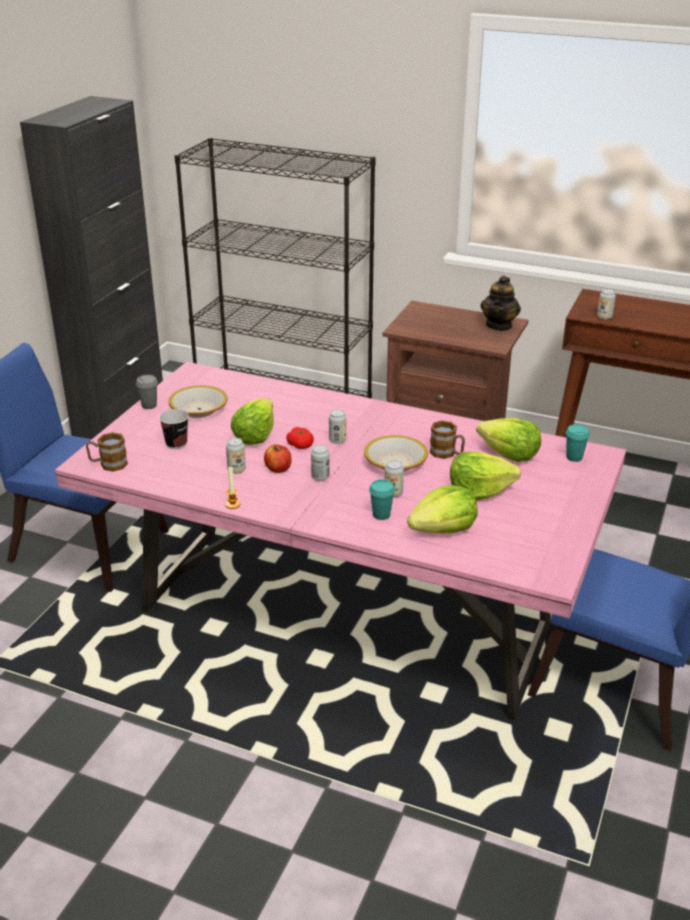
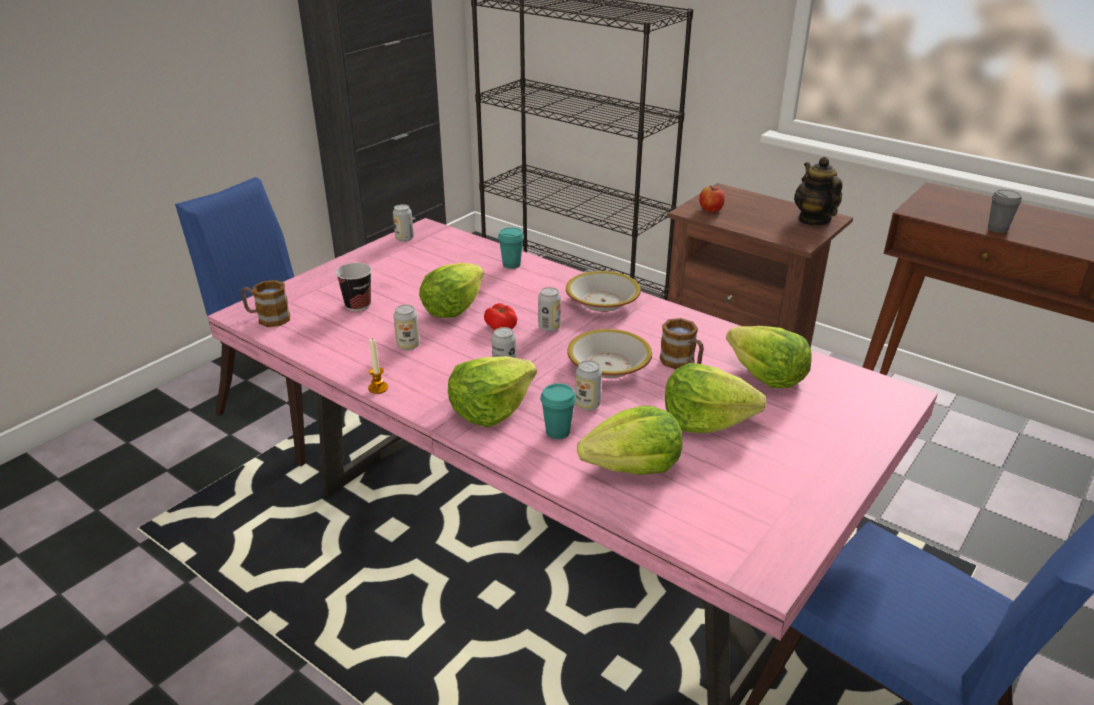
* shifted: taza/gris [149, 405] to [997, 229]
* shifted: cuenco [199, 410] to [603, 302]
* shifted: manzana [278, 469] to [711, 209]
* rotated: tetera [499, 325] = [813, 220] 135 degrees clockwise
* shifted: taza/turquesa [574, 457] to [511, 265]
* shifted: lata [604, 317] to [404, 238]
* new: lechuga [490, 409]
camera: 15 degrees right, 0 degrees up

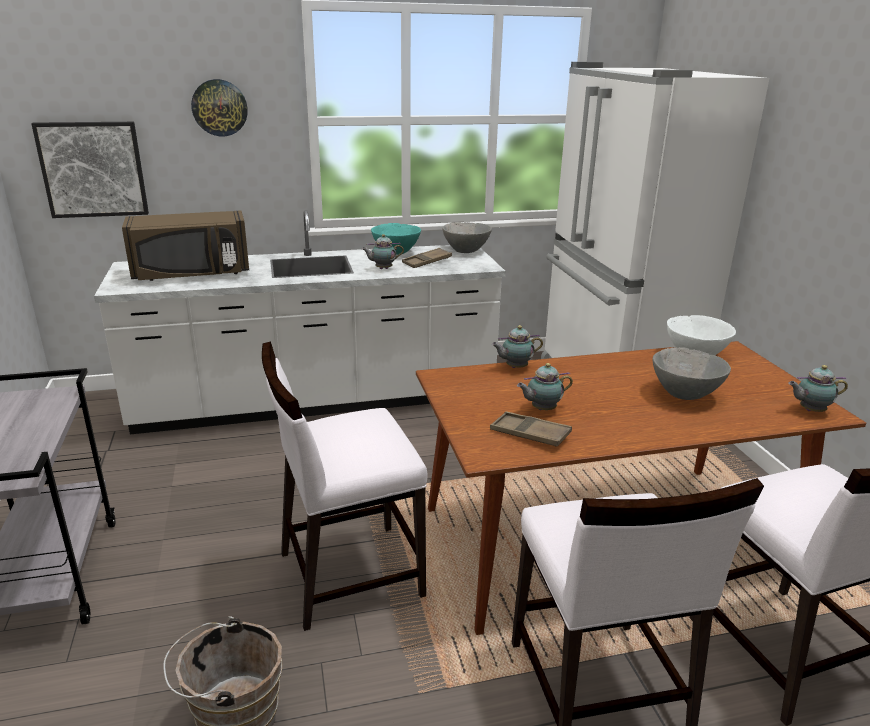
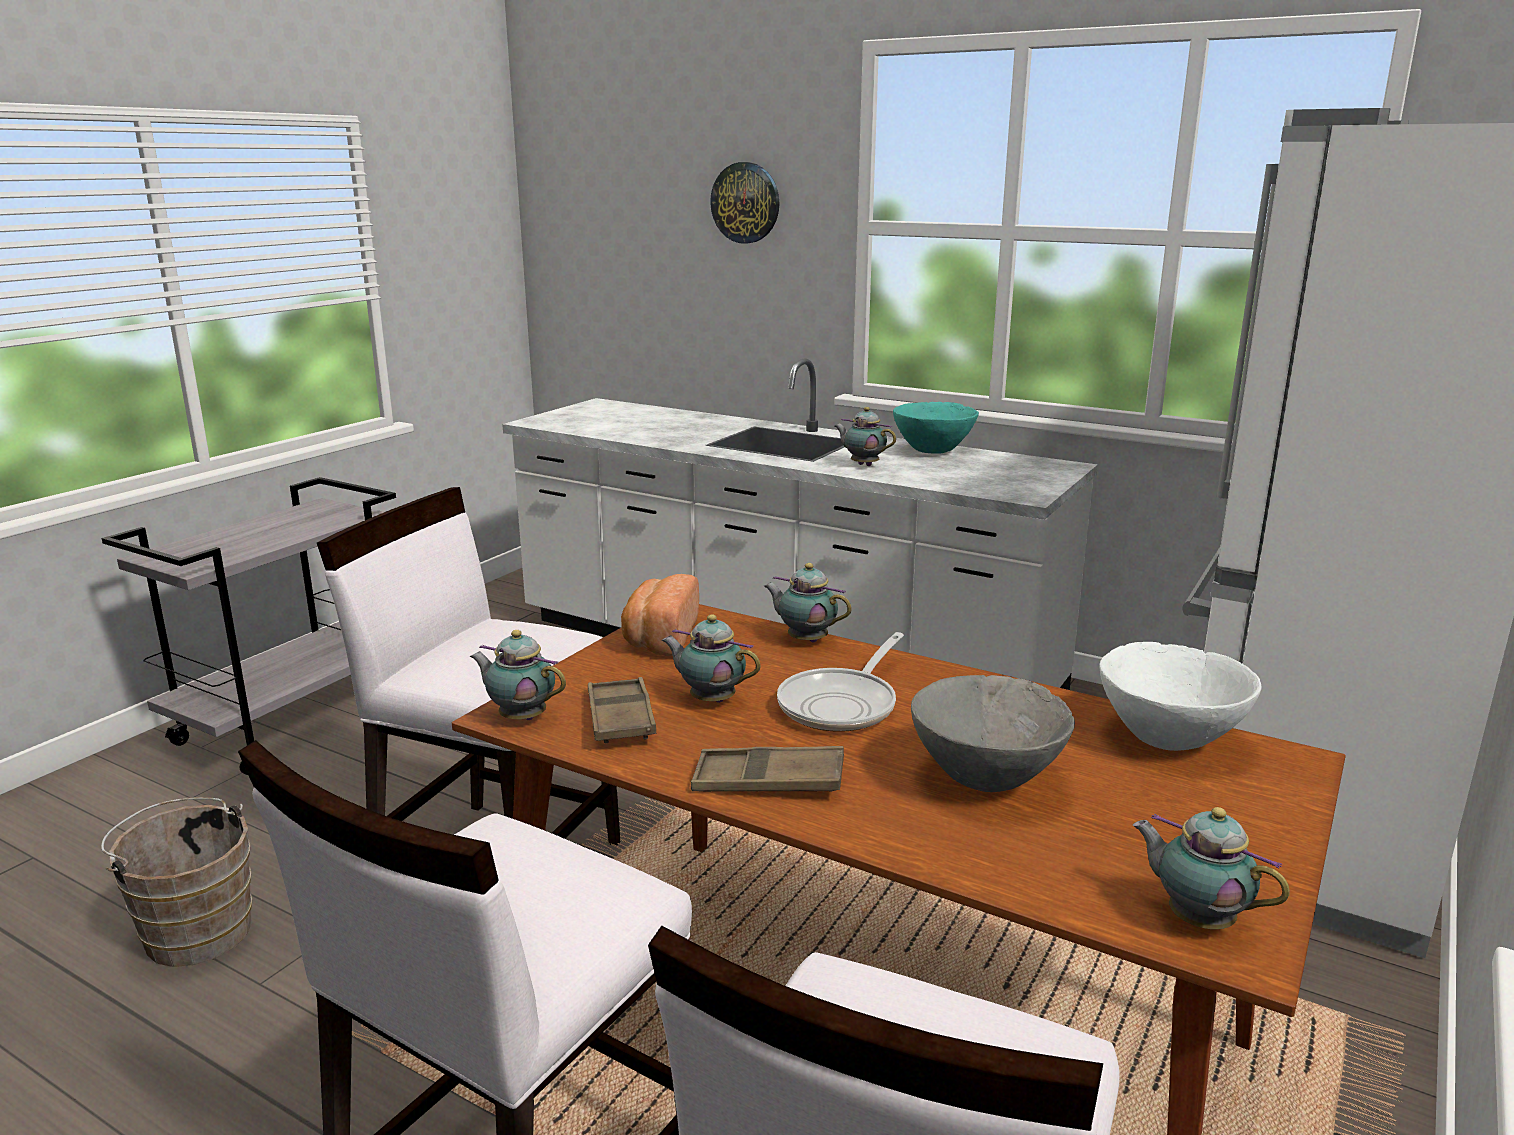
* gone: cuadro [93, 169]
* gone: microondas/marrón [192, 274]
* shifted: bandeja/marrón [427, 262] to [768, 781]
* gone: cuenco/gris [466, 251]
* new: tetera [520, 717]
* new: pan [659, 638]
* new: sartén [842, 704]
camera: 45 degrees right, 5 degrees down

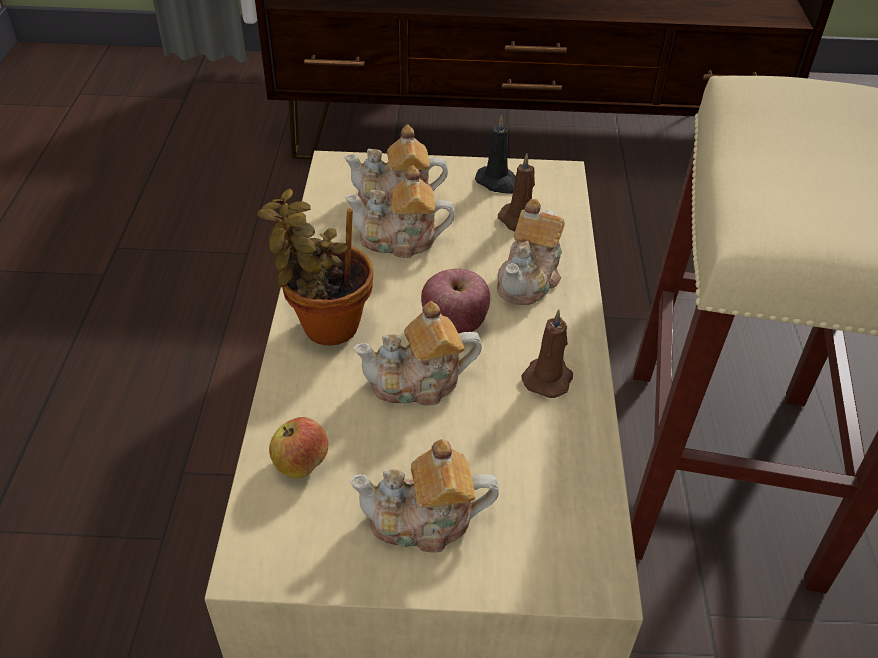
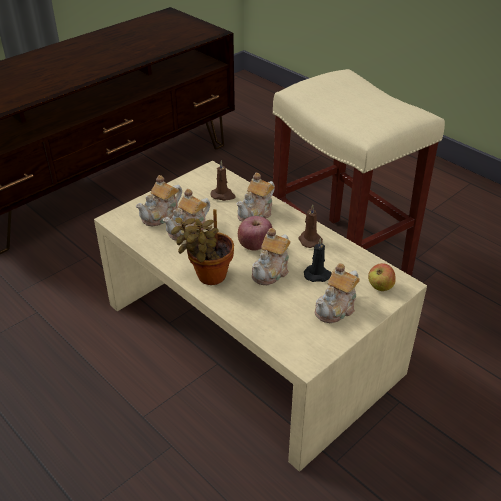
* shifted: manzana [301, 464] to [380, 287]
* shifted: vela/negro [497, 182] to [318, 275]
* rotated: tetera [530, 279] = [256, 213] 60 degrees clockwise
camera: 45 degrees left, 5 degrees down

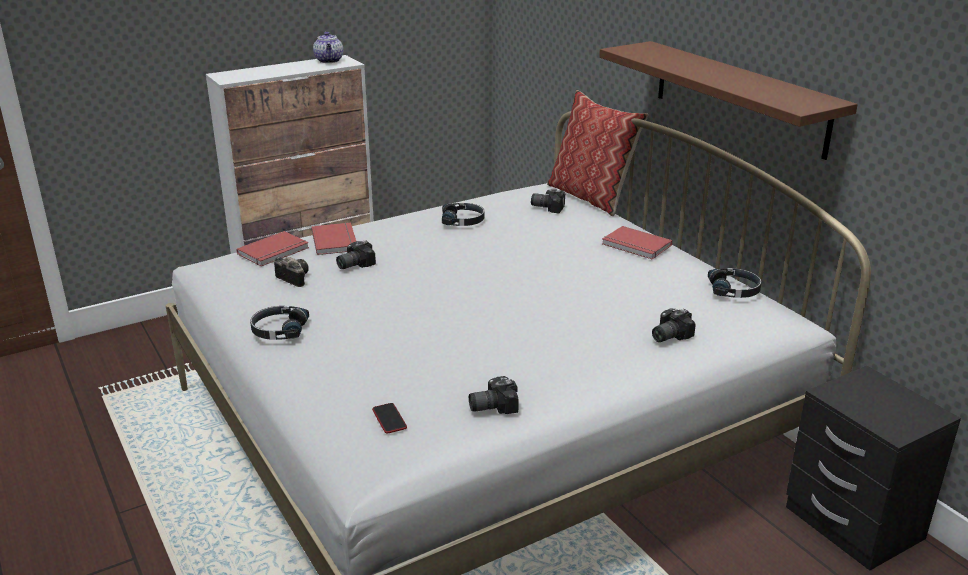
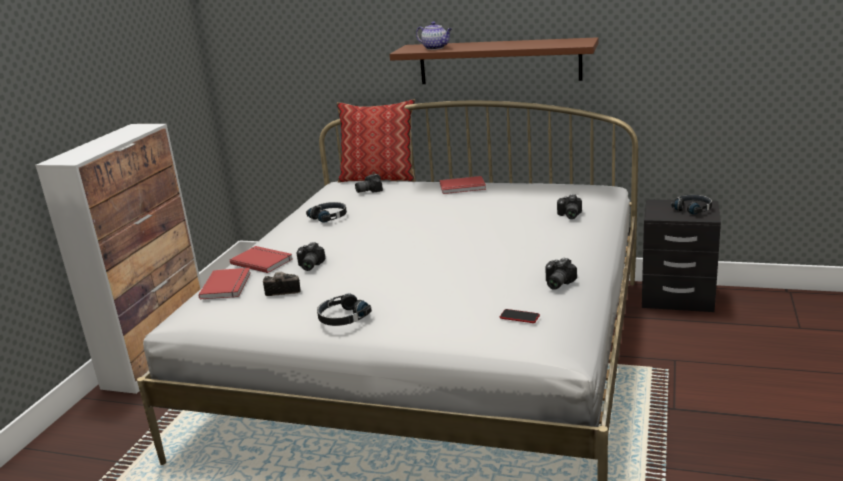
* shifted: tetera [329, 61] to [435, 48]
* shifted: auriculares/negro [734, 290] to [693, 209]
camera: 40 degrees left, 5 degrees down

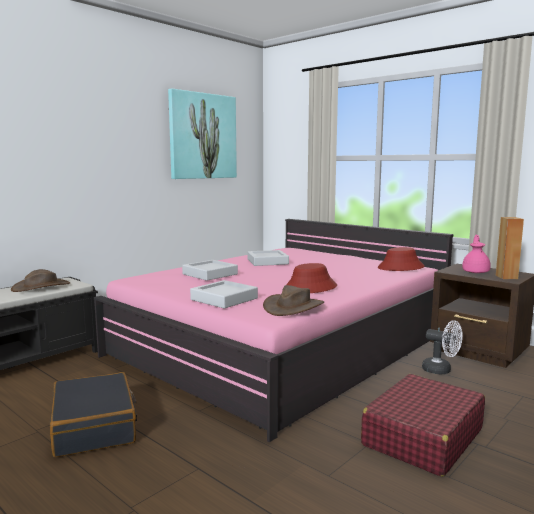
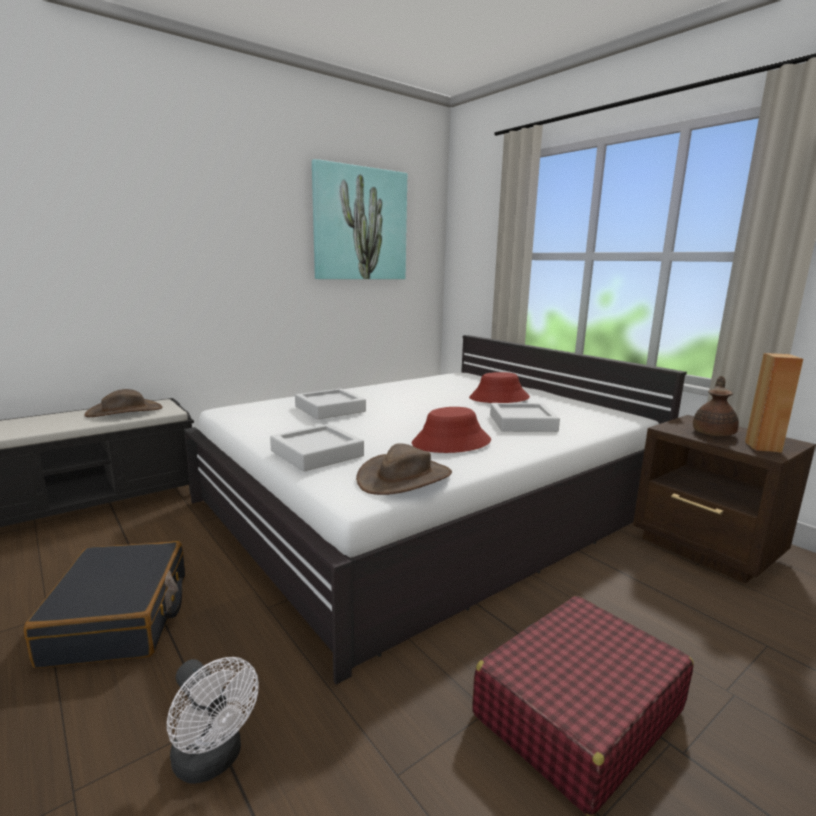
* repainted: cama/rosa [283, 345] to cama/blanco [428, 507]
* shifted: bandeja/gris [267, 262] to [522, 423]
* shifted: sombrero/rojo [401, 267] to [499, 398]
* shifted: ventilador/blanco [441, 370] to [213, 761]
* repainted: tetera/rosa [476, 272] to tetera/marrón [714, 433]
camera: 10 degrees right, 5 degrees up

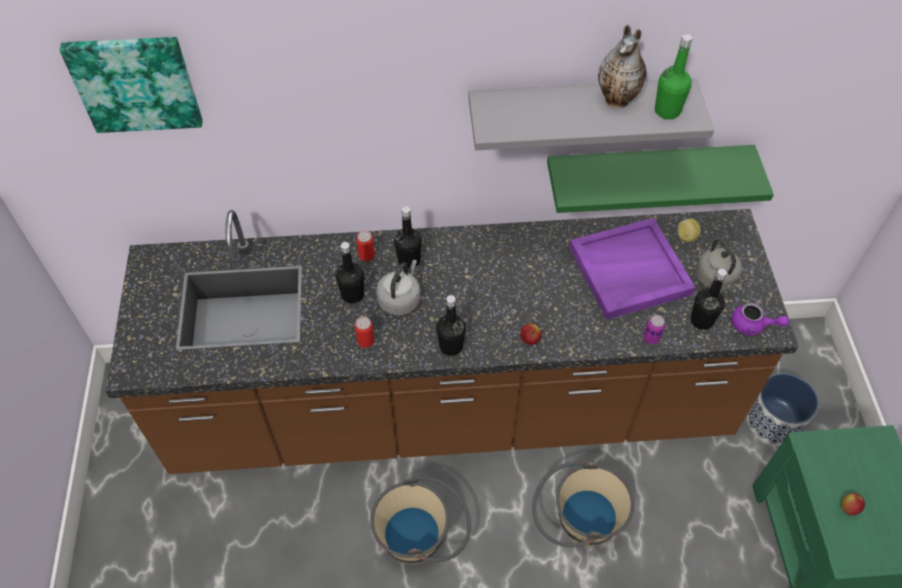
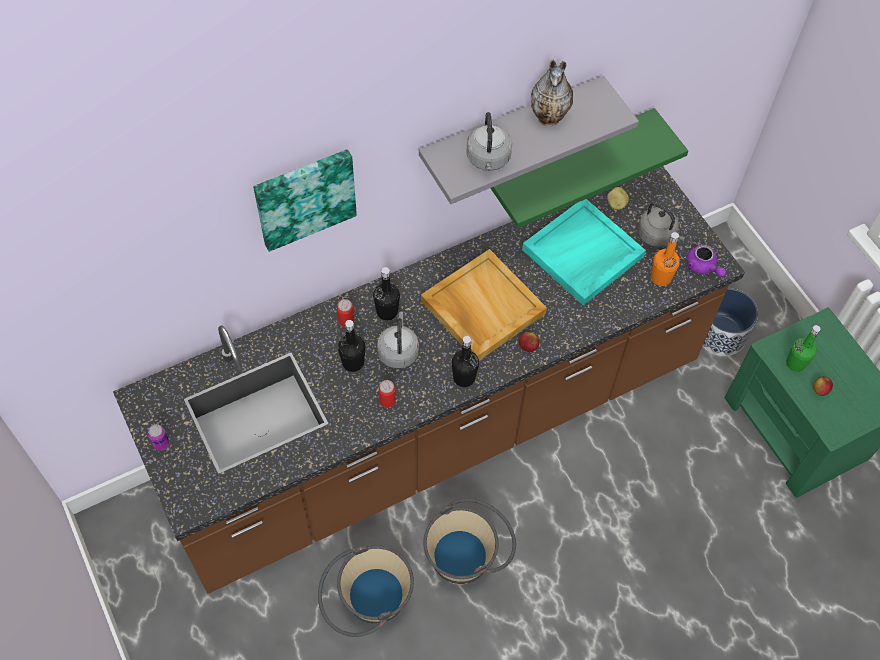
* shifted: cuadro [135, 82] to [304, 197]
* shifted: cubo/beis [575, 524] to [366, 605]
* repainted: bandeja/morado [629, 272] to bandeja/turquesa [582, 254]
* shifted: lata [651, 338] to [161, 444]
* shifted: botella/verde [667, 111] to [795, 363]
* repainted: botella/negro [701, 320] to botella/naranja [660, 277]
* rotated: tetera/morado [753, 326] = [703, 267] 60 degrees clockwise
* new: bandeja/beis [481, 307]
* new: hervidor/gris [488, 159]
camera: 25 degrees left, 5 degrees up

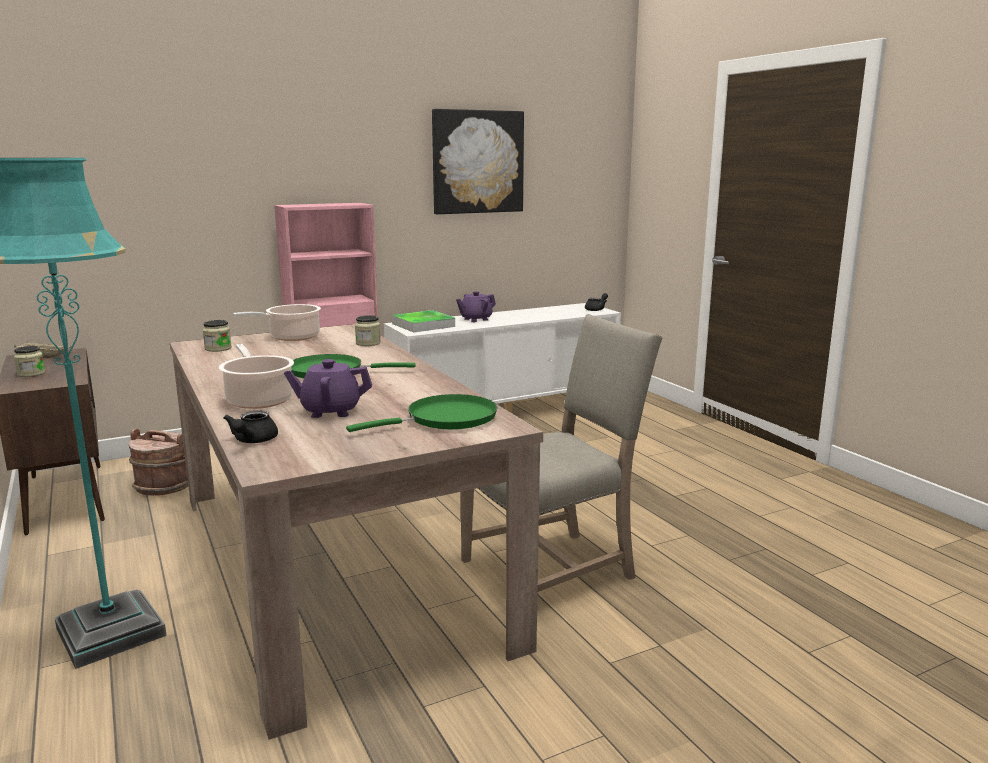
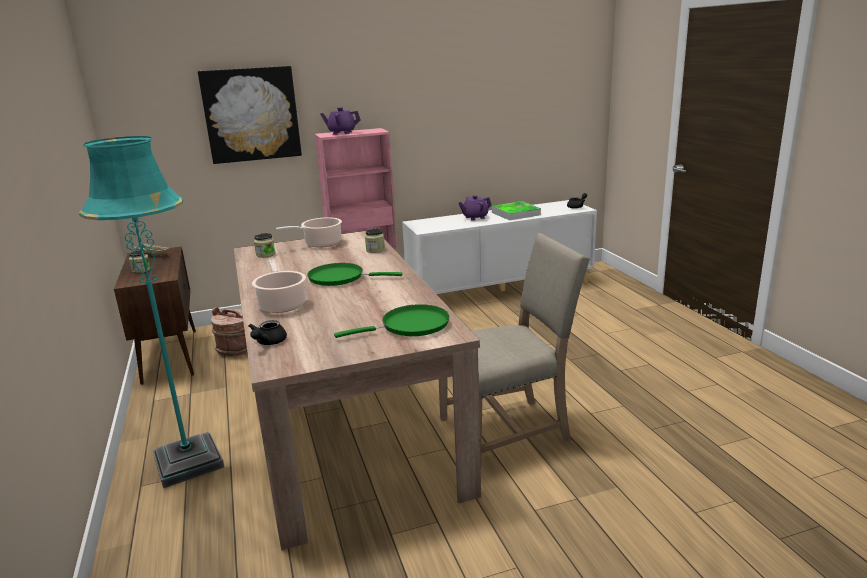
* shifted: tetera/morado [330, 411] to [342, 133]
* shifted: bandeja [423, 325] to [515, 213]
* shifted: cuadro [477, 162] to [251, 114]
camera: 10 degrees right, 5 degrees up

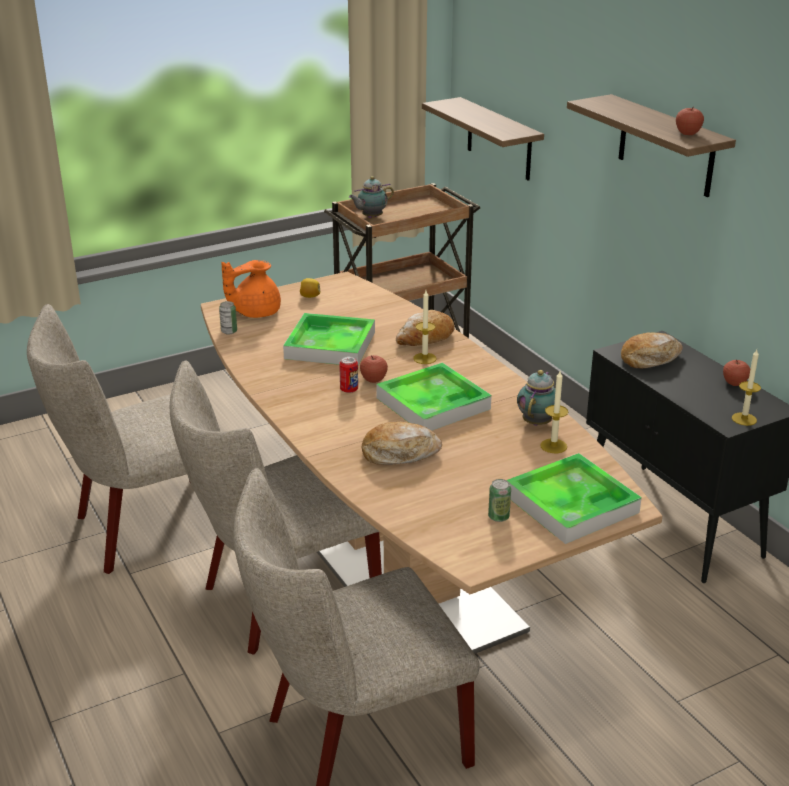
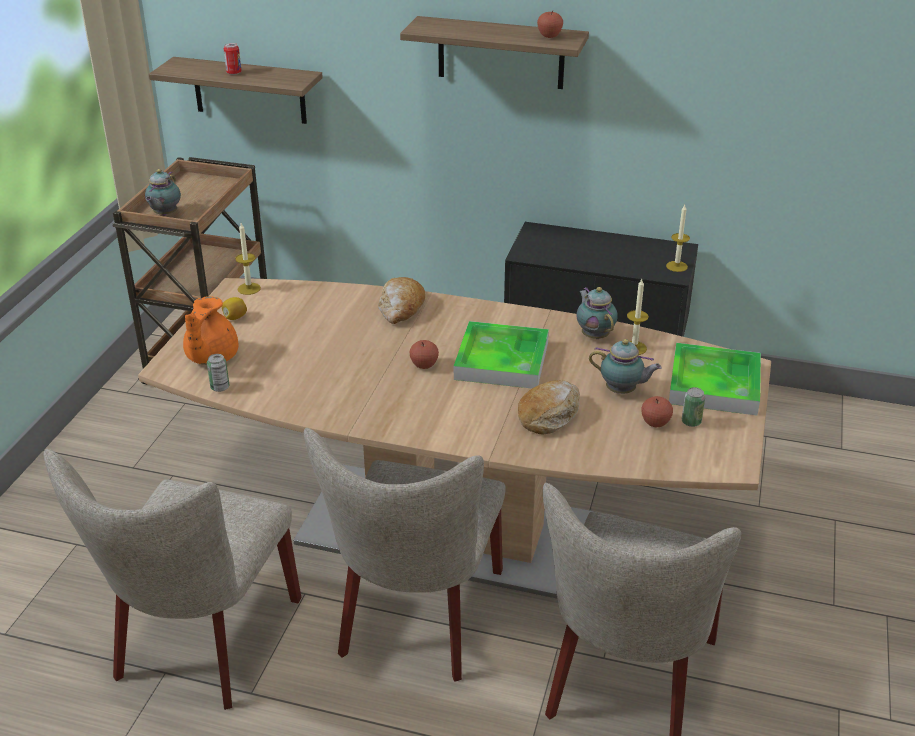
* gone: bandeja [330, 345]
* shifted: lata [349, 390] to [234, 73]
* shifted: vela [424, 358] to [249, 288]
* gone: pan [650, 359]
* shifted: manzana [734, 383] to [655, 423]
* new: tetera [622, 391]
camera: 45 degrees left, 5 degrees up

